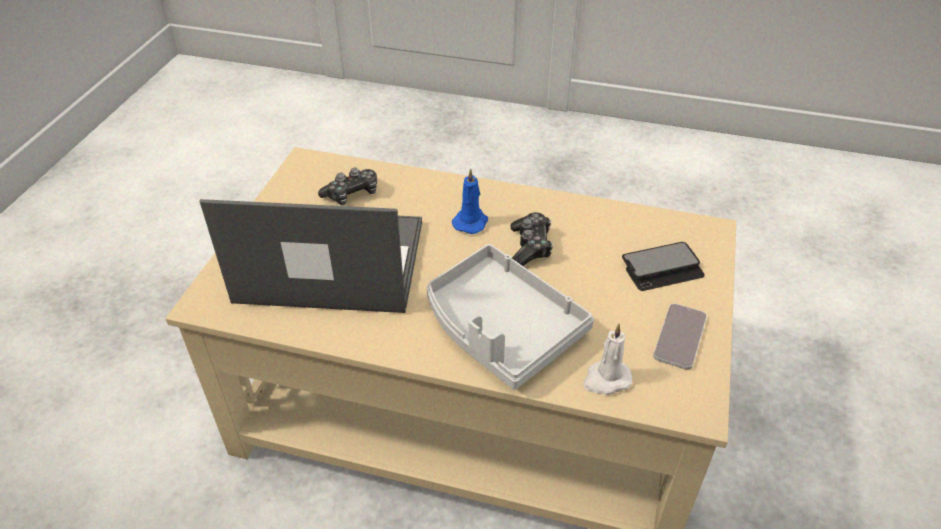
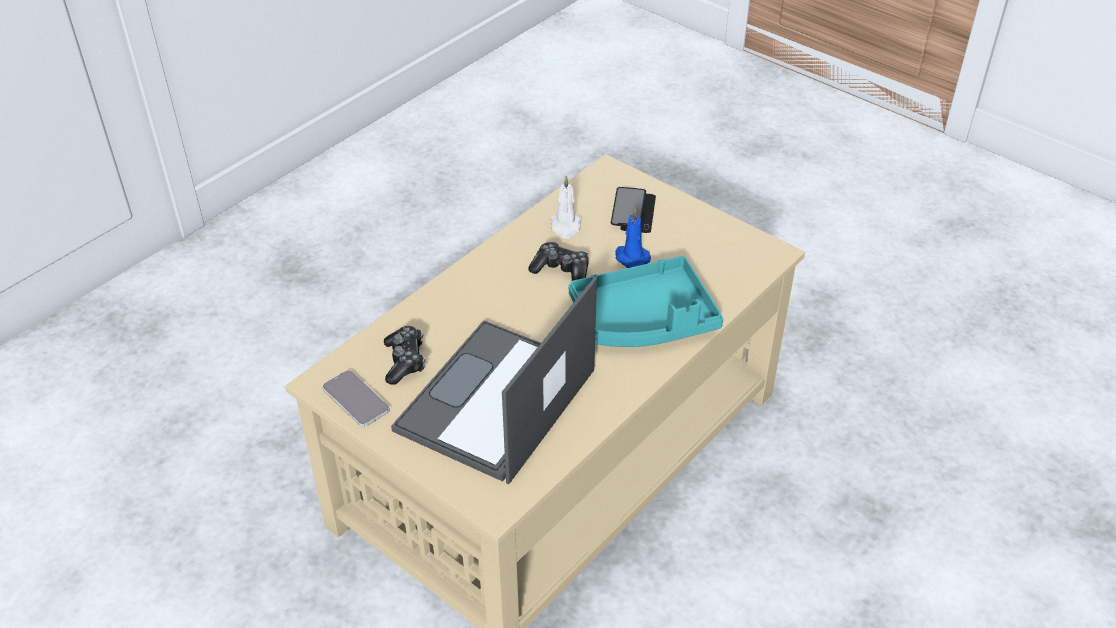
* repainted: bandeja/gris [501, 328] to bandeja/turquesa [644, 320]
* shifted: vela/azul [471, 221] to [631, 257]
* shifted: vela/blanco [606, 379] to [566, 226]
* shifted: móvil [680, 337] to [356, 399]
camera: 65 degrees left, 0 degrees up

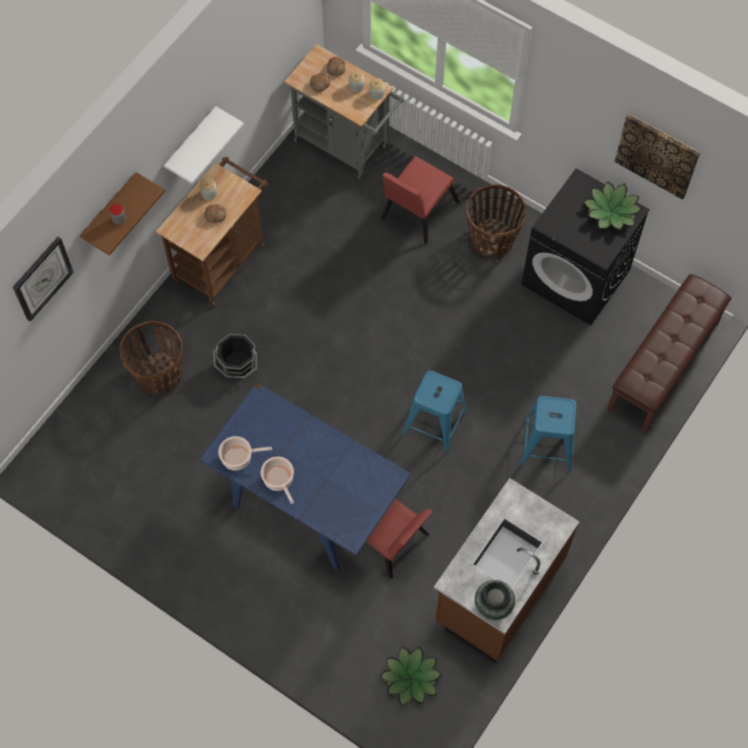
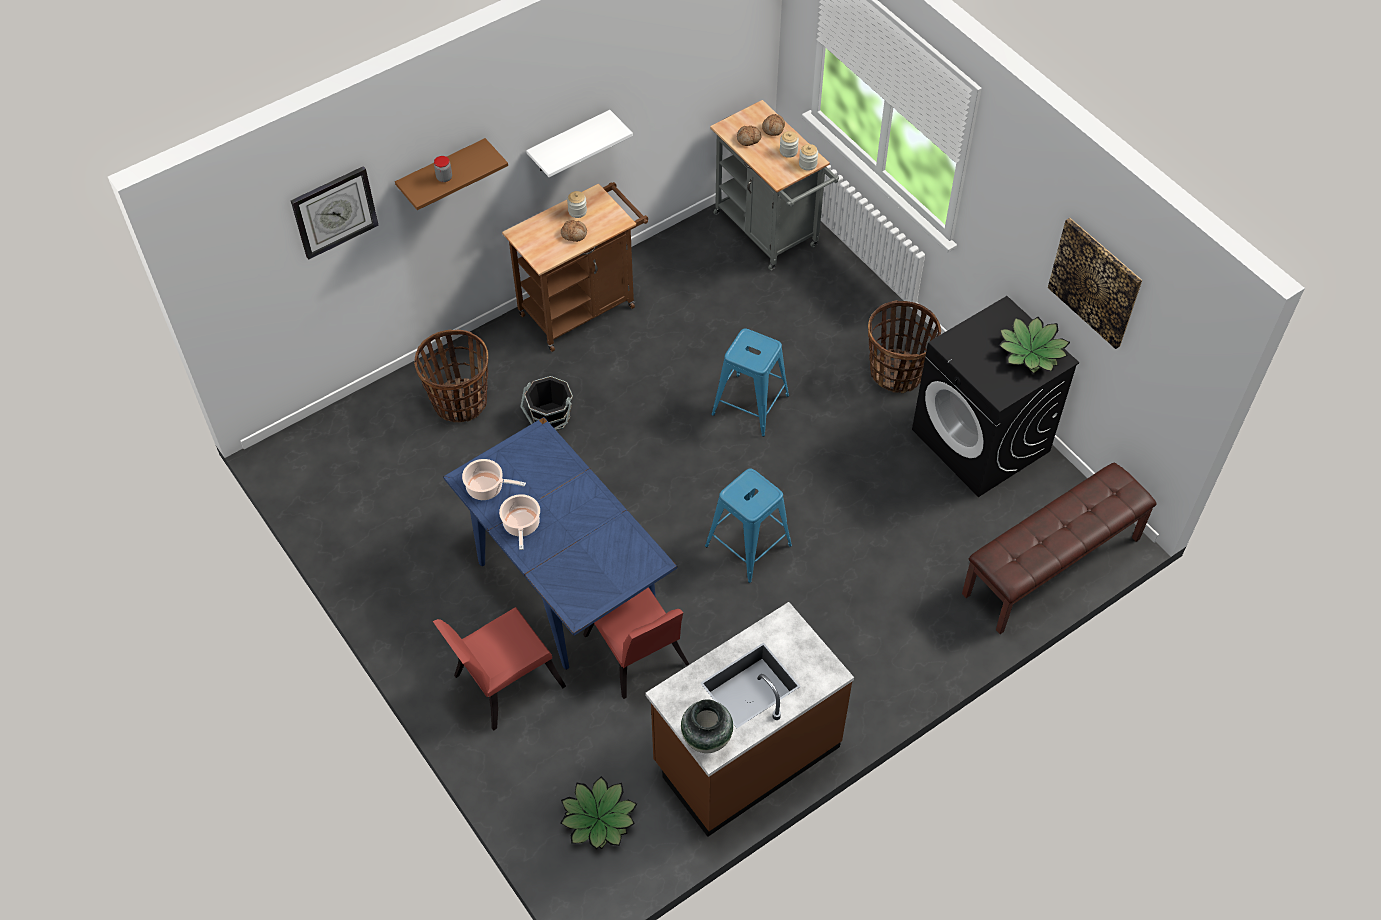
* shifted: silla/rojo [416, 213] to [502, 683]
* shifted: taburete/azul [547, 445] to [750, 405]
camera: 20 degrees right, 10 degrees down

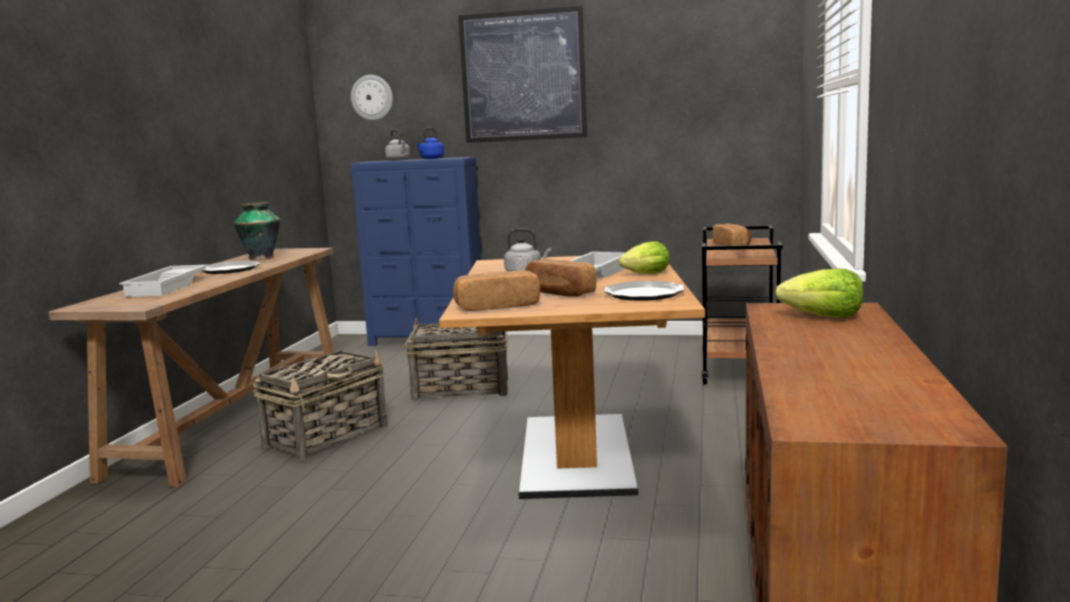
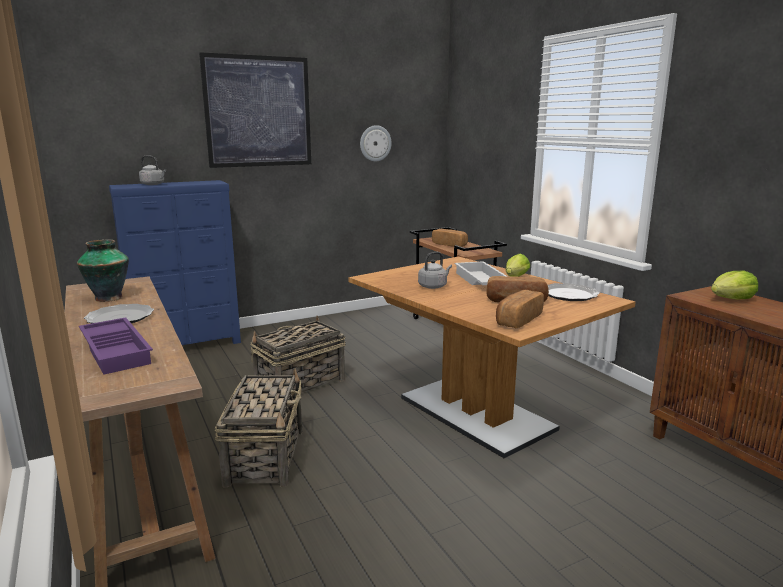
* repainted: bandeja/blanco [169, 287] to bandeja/morado [118, 351]
* shifted: reloj de pared [372, 97] to [375, 143]
* gone: hervidor/azul [431, 158]
camera: 40 degrees left, 5 degrees up

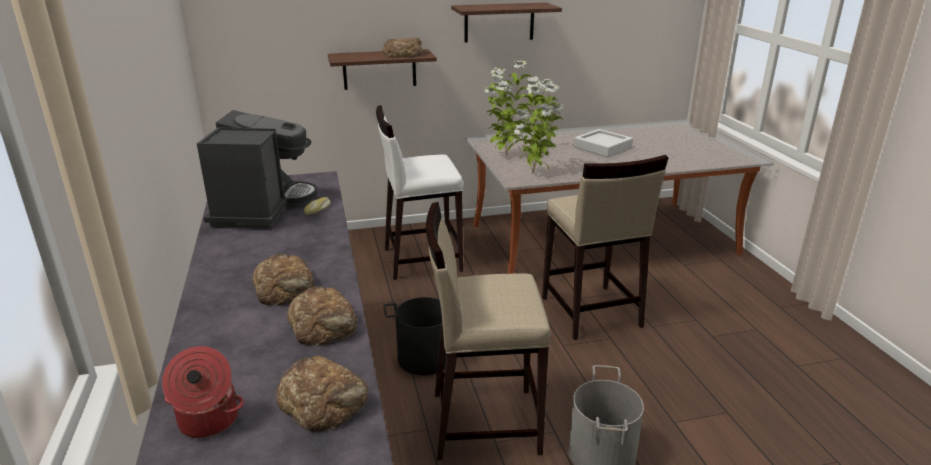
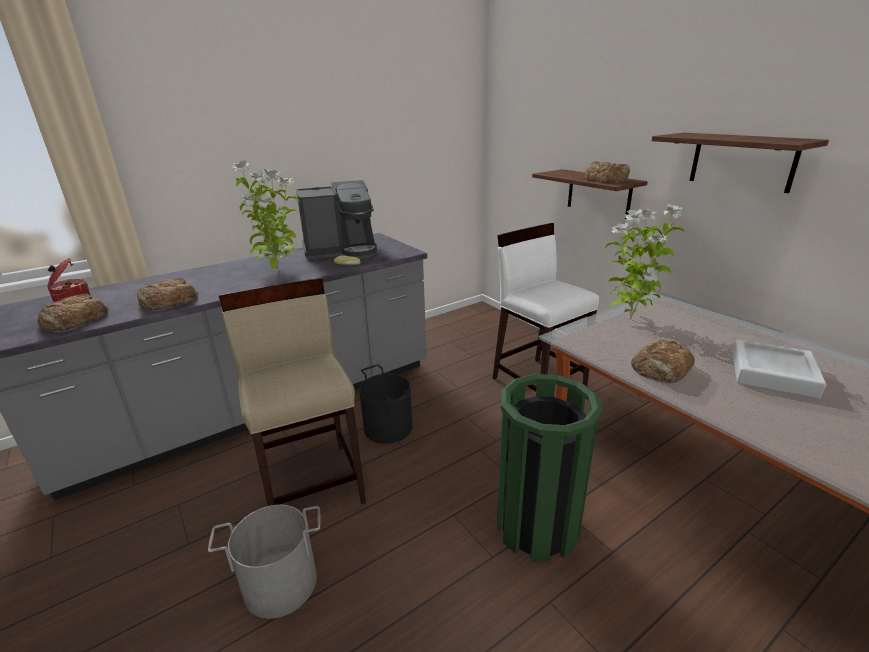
* shifted: pan [286, 288] to [662, 368]
* shifted: planta en maceta [534, 173] to [277, 270]
* swapped: taburete/beis [590, 312] to papelera/verde [537, 526]
camera: 70 degrees right, 0 degrees up

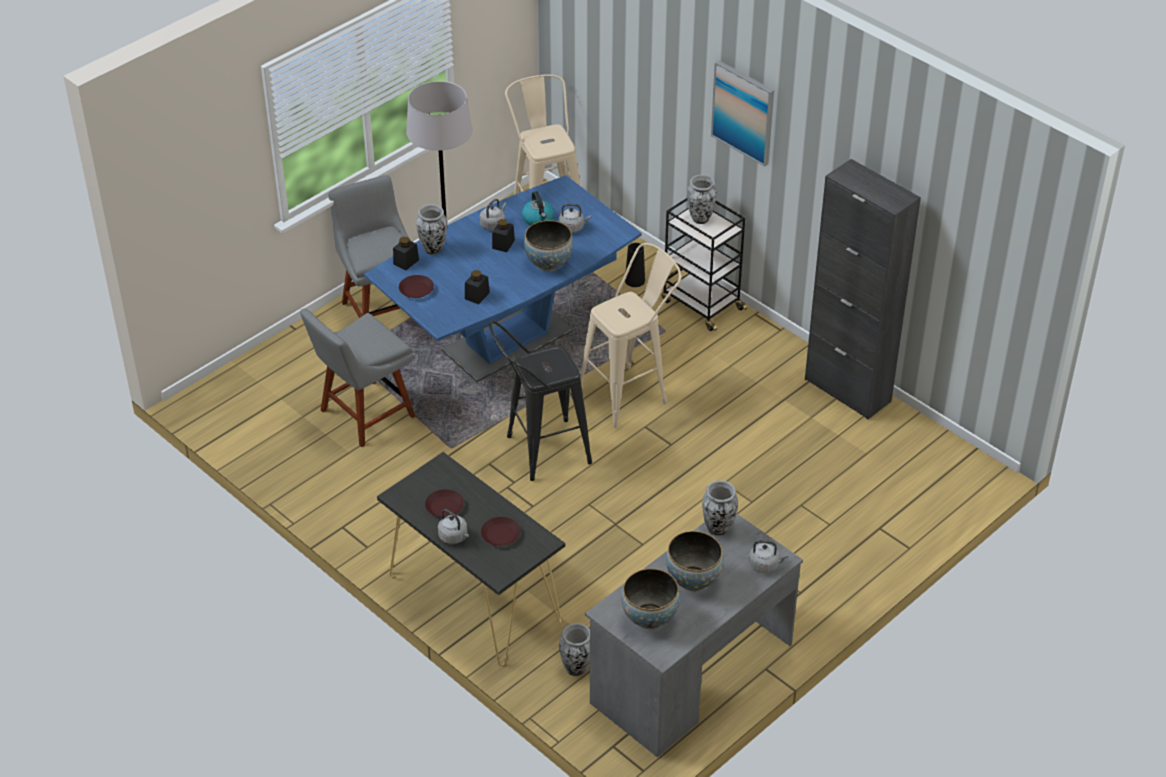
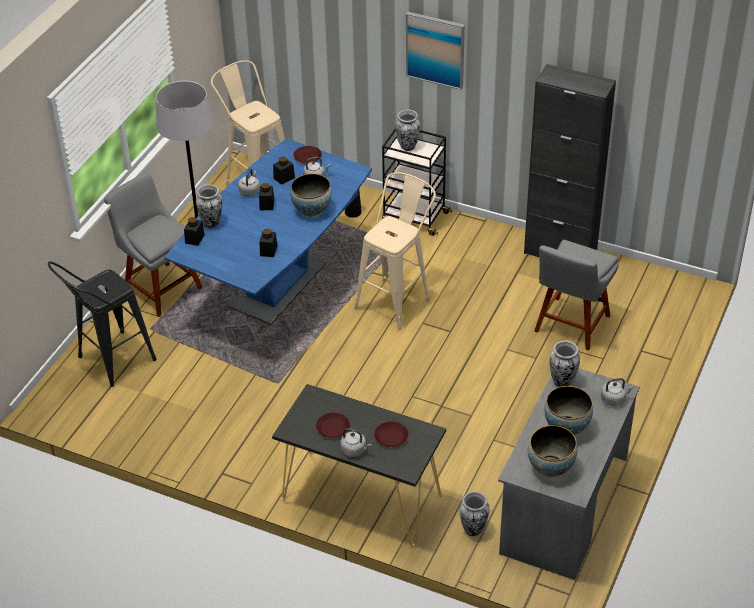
* shifted: silla/gris [363, 415] to [570, 326]
* shifted: plato/marrón [416, 289] to [307, 157]
* shifted: taburete/negro [539, 452] to [110, 362]
* swapped: hervidor [538, 219] to tarro/negro [284, 178]
camera: 20 degrees left, 0 degrees up

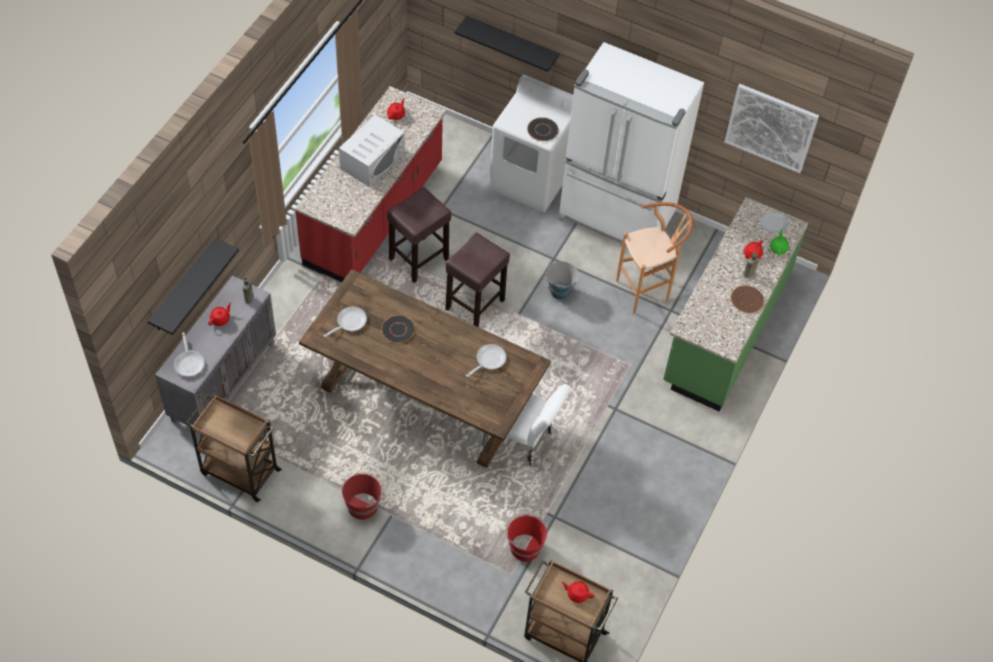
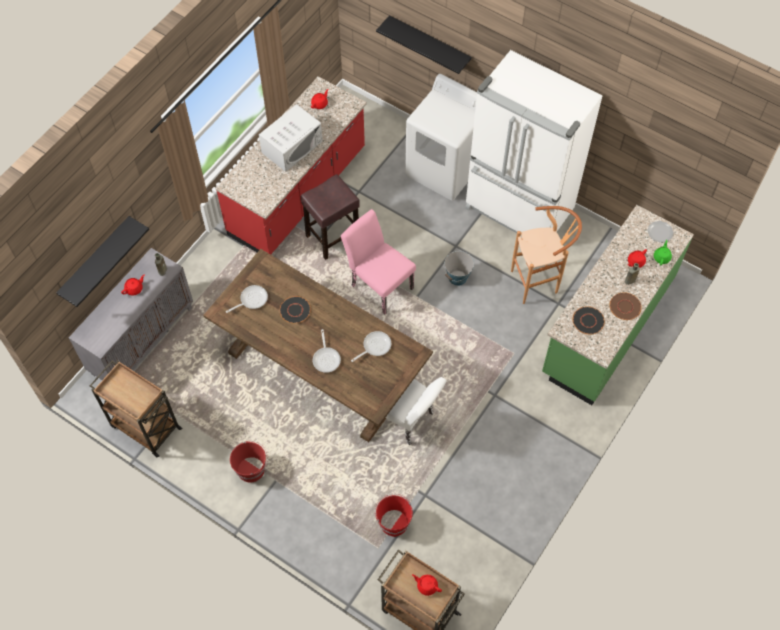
* shifted: sartén [189, 362] to [326, 358]
* swapped: taburete/marrón [475, 304] to silla/rosa [378, 284]
* shifted: plato/negro [542, 130] to [588, 321]
* gone: cuadro [771, 127]
camera: 10 degrees right, 5 degrees up

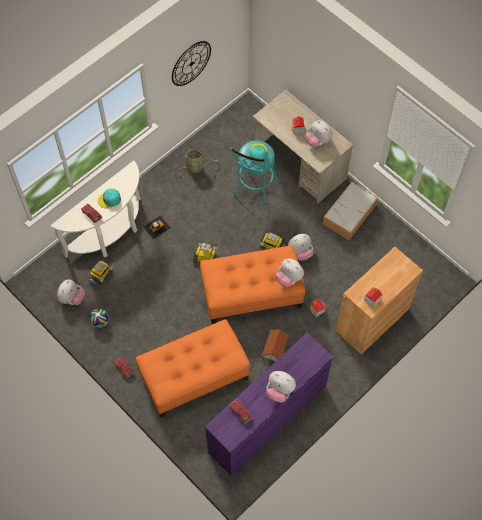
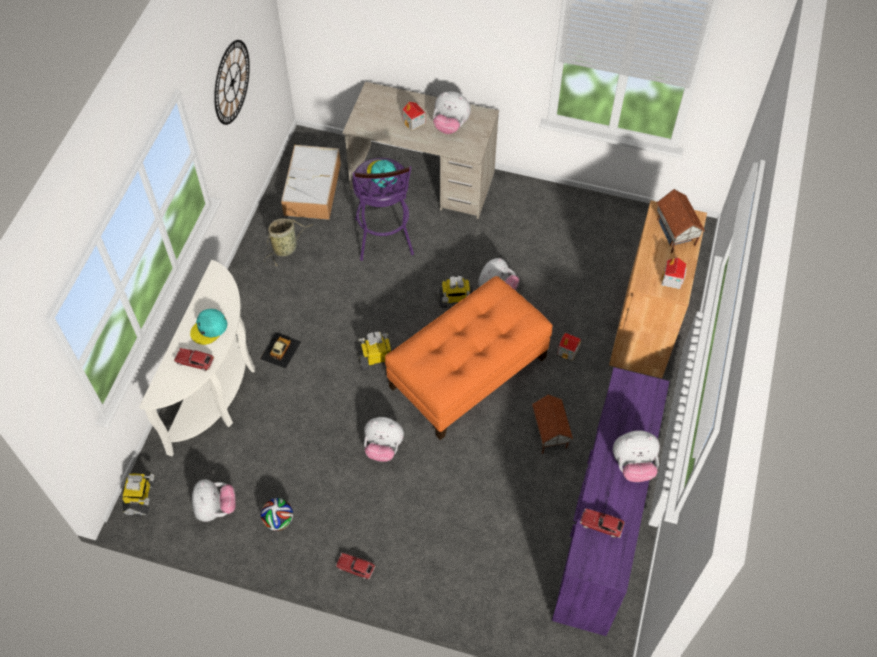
* shifted: robot de juguete [101, 276] to [141, 498]
* gone: puf/naranja [194, 375]
* repainted: taburete/turquesa [254, 191] to taburete/morado [384, 241]
* shifted: peluche [289, 278] to [383, 447]
* shifted: caja de almacenaje [349, 215] to [312, 190]
* new: casita [674, 233]
camera: 30 degrees left, 5 degrees down

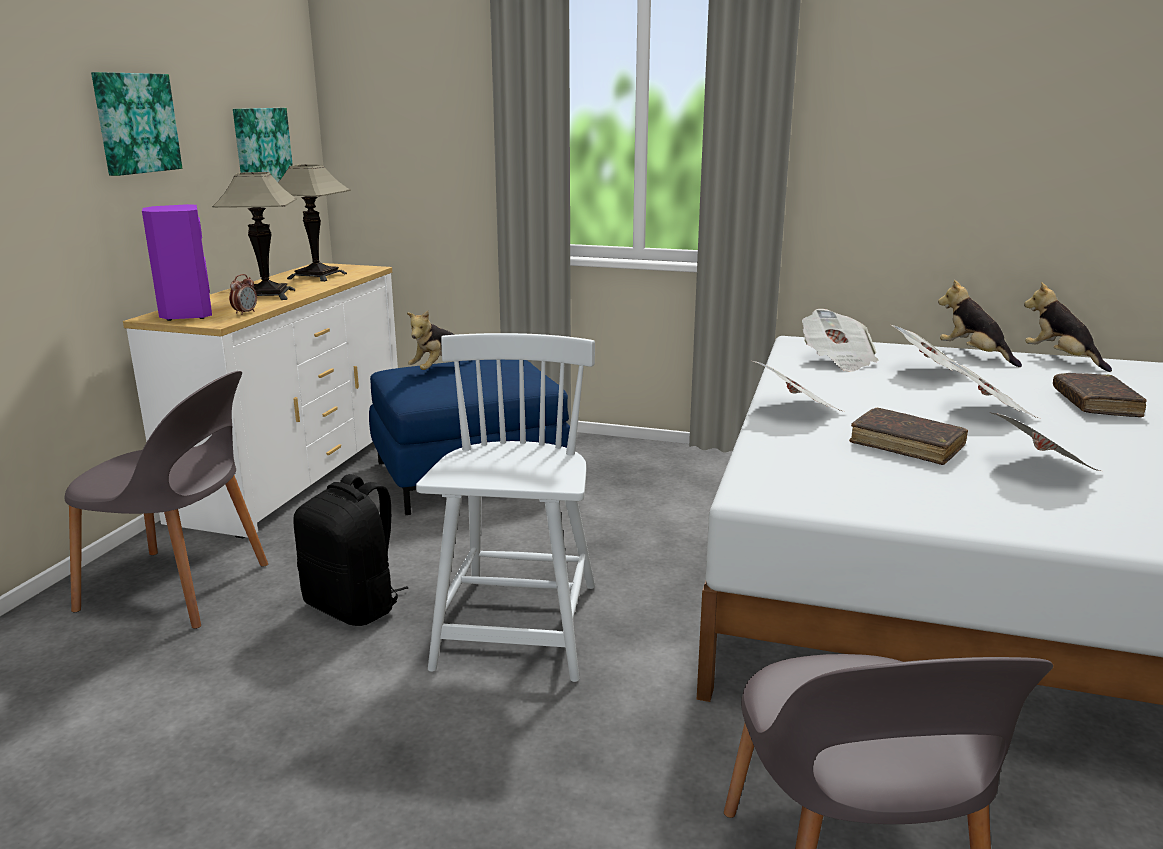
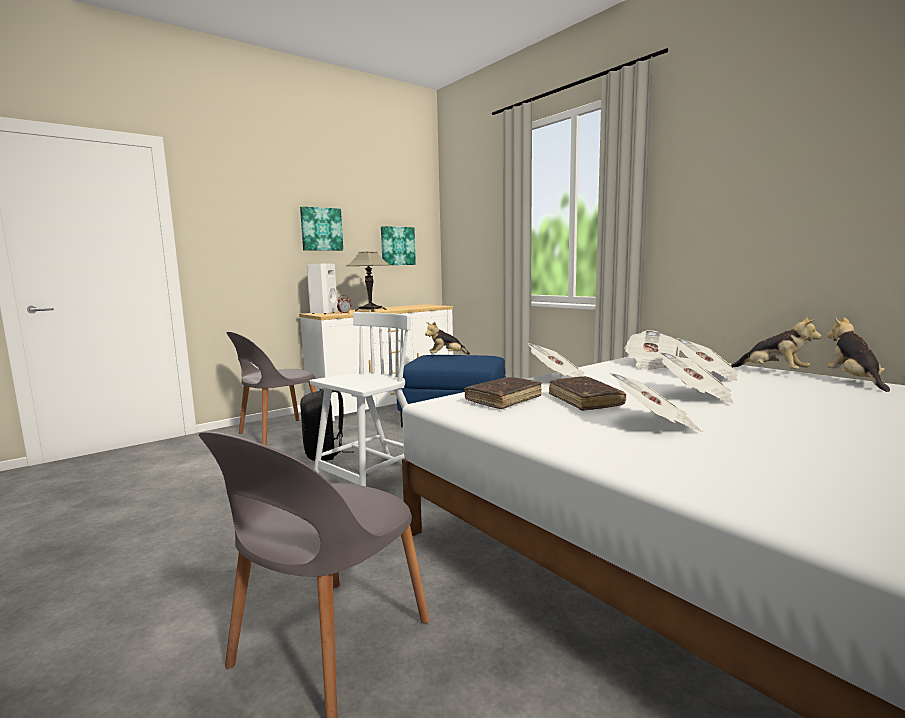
* rotated: silla/gris [179, 588] = [279, 433] 90 degrees clockwise
* repainted: altavoz/morado [186, 315] to altavoz/blanco [323, 313]
* gone: lámpara de mesa [317, 276]
* rotated: peluche [974, 355] = [773, 372] 135 degrees clockwise
* shifted: libro/marrón [1095, 404] to [503, 400]
camera: 35 degrees right, 10 degrees down

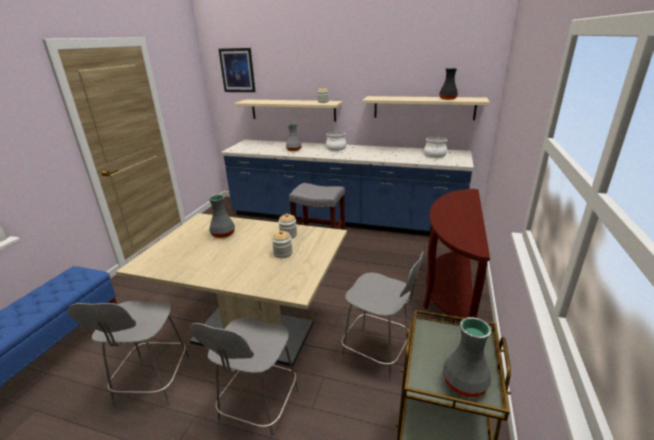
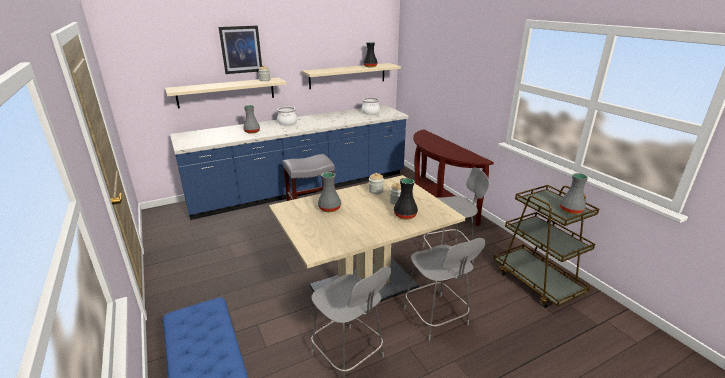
* shifted: cuadro [237, 70] to [241, 49]
* new: florero/negro [405, 216]
camera: 45 degrees left, 0 degrees up

